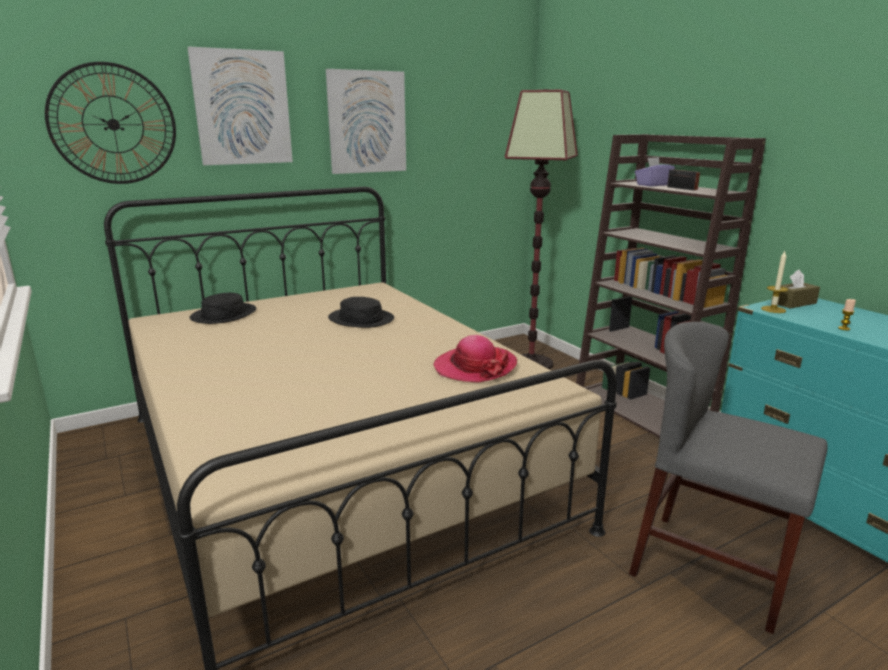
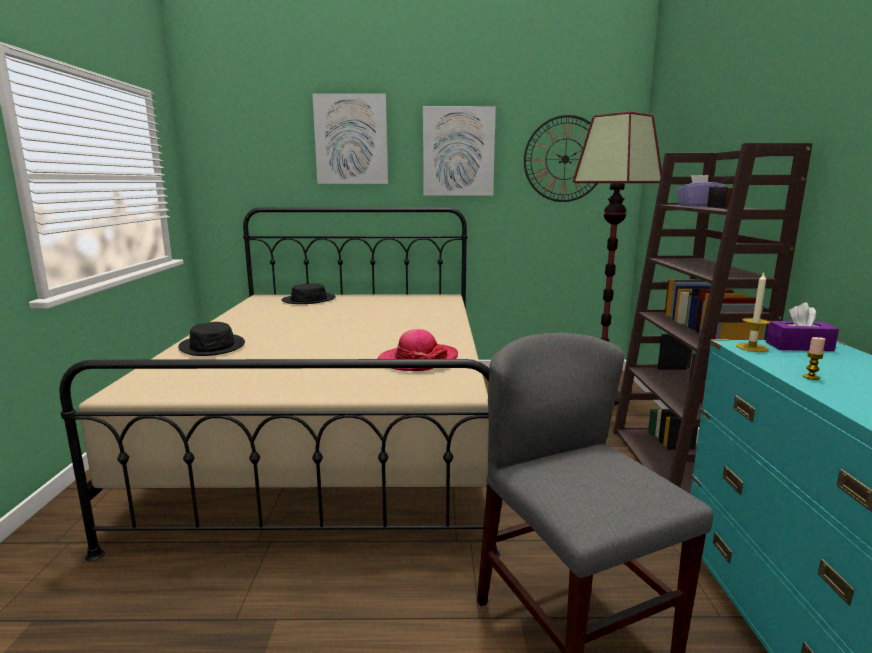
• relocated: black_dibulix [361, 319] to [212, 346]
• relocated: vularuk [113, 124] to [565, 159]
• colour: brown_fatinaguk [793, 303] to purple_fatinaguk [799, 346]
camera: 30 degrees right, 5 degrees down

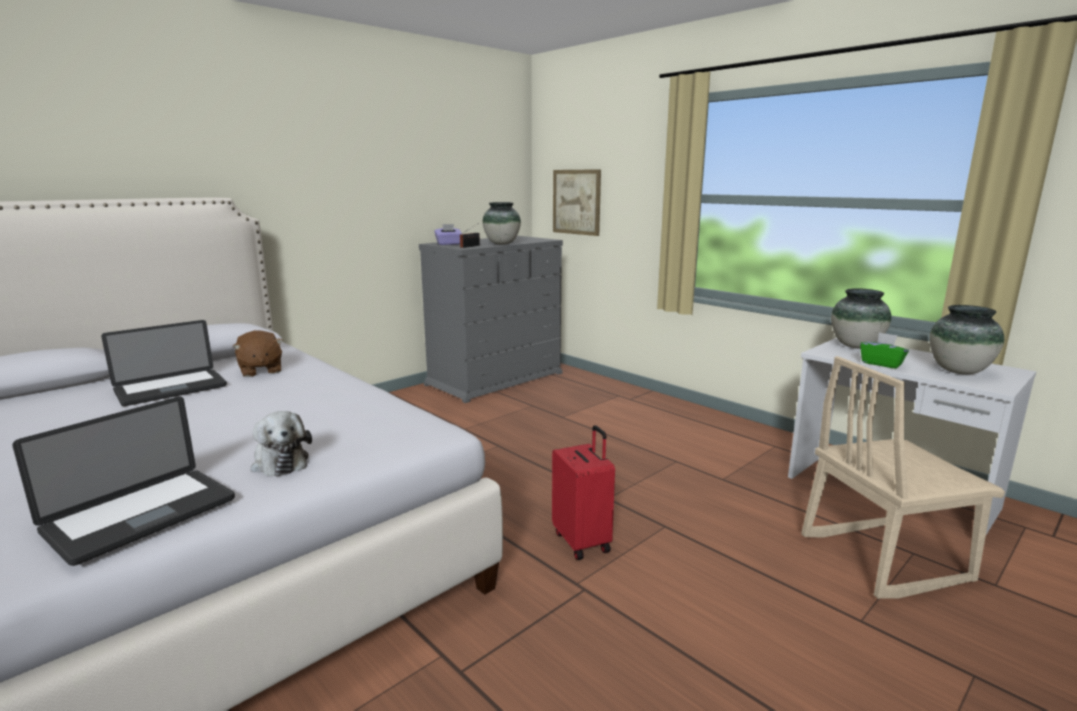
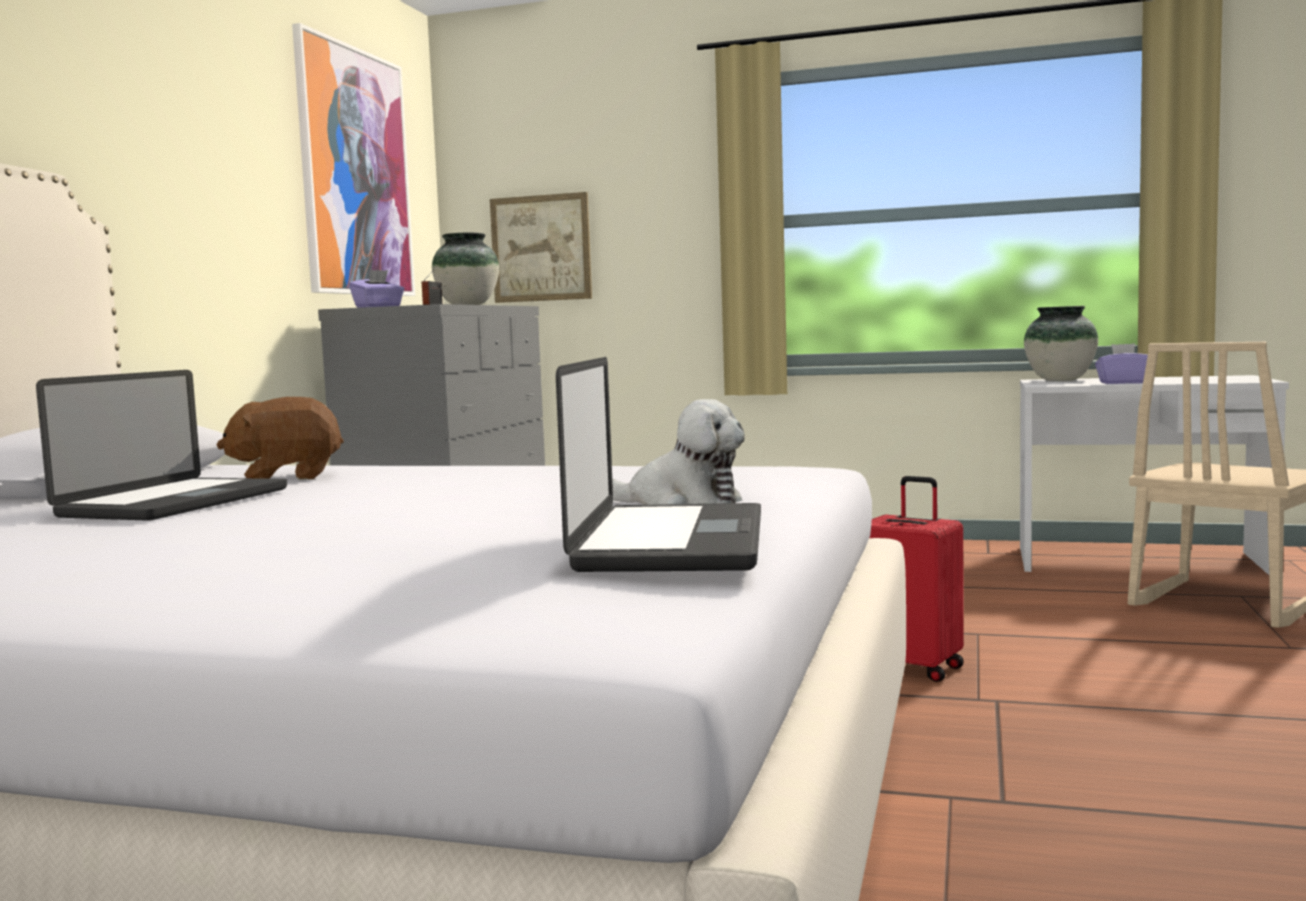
• spun: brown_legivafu [260, 370] = [286, 477] 135 degrees clockwise
• appeared: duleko [355, 172]
• colour: green_fatinaguk [881, 363] to purple_fatinaguk [1123, 383]
• missing: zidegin [958, 371]
camera: 30 degrees left, 10 degrees down

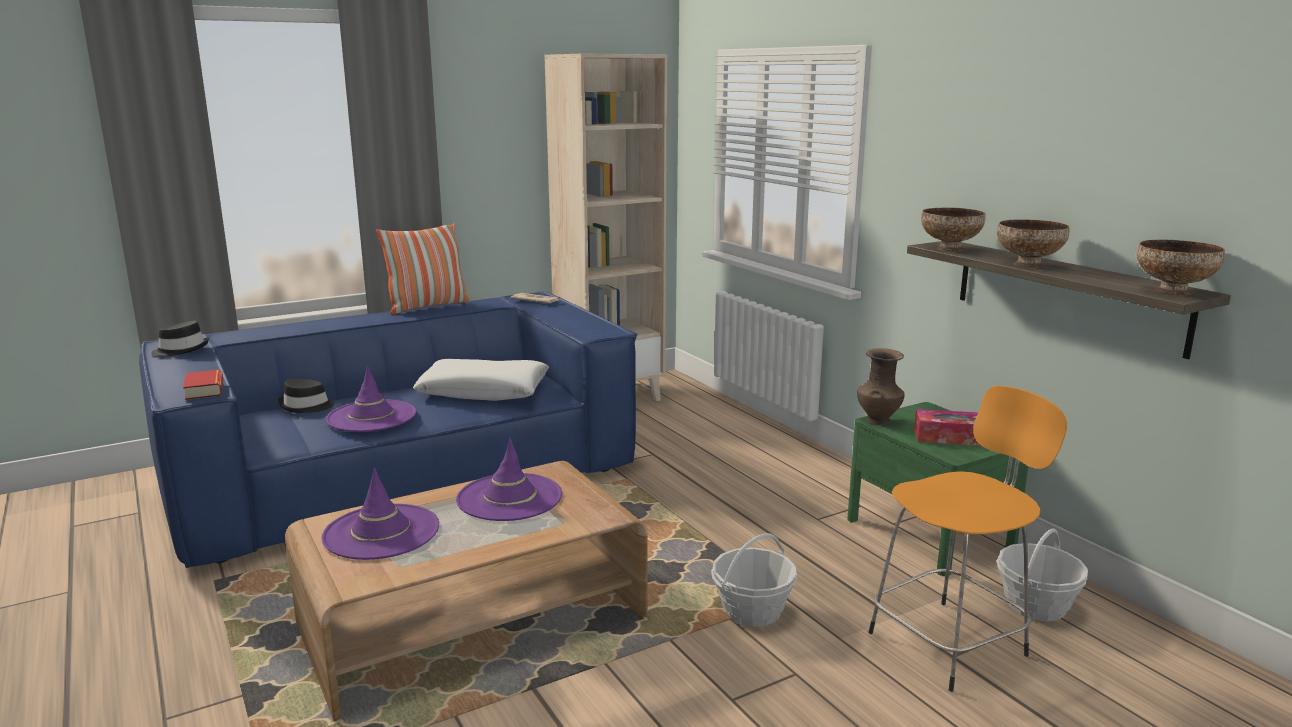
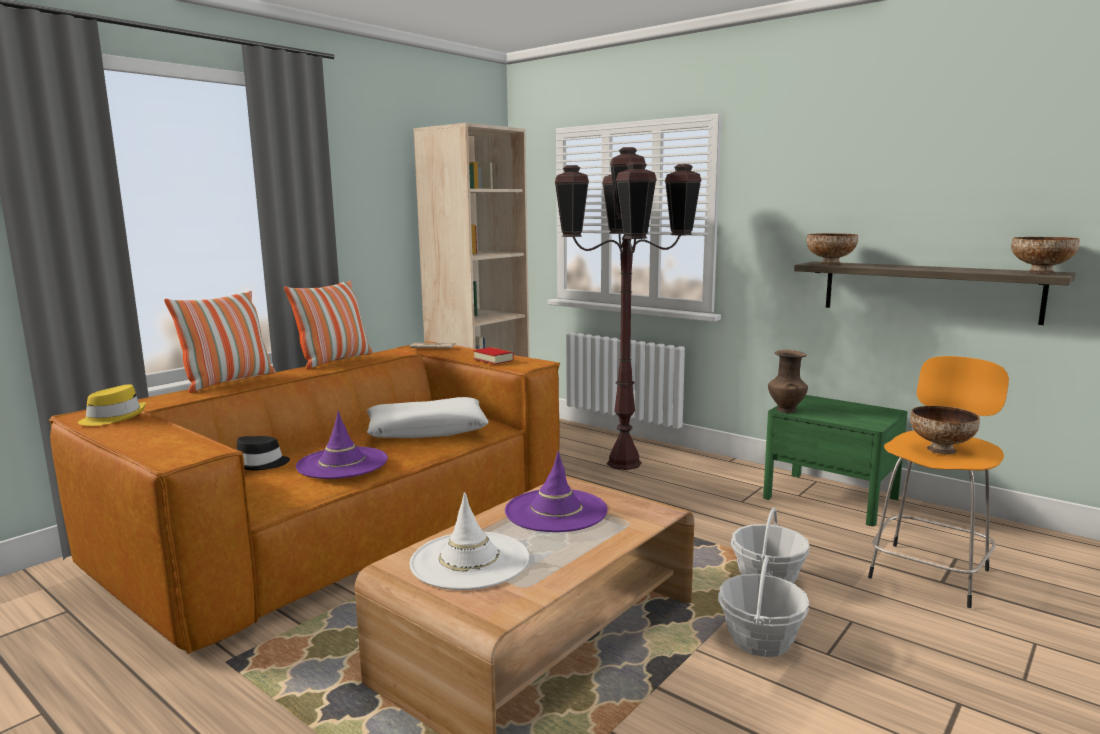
• colour: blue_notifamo [404, 475] to brown_notifamo [348, 525]
• colour: black_dibulix [182, 350] to yellow_dibulix [114, 417]
• appeared: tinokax [228, 382]
• colour: purple_dibulix [381, 532] to white_dibulix [469, 561]
• relocated: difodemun [204, 390] to [493, 360]
• appeared: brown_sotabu [624, 463]
• relocated: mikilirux [1036, 605] to [760, 640]
• relocated: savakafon [1029, 264] to [941, 449]
• missing: fatinaguk [949, 437]
camera: 20 degrees left, 5 degrees down

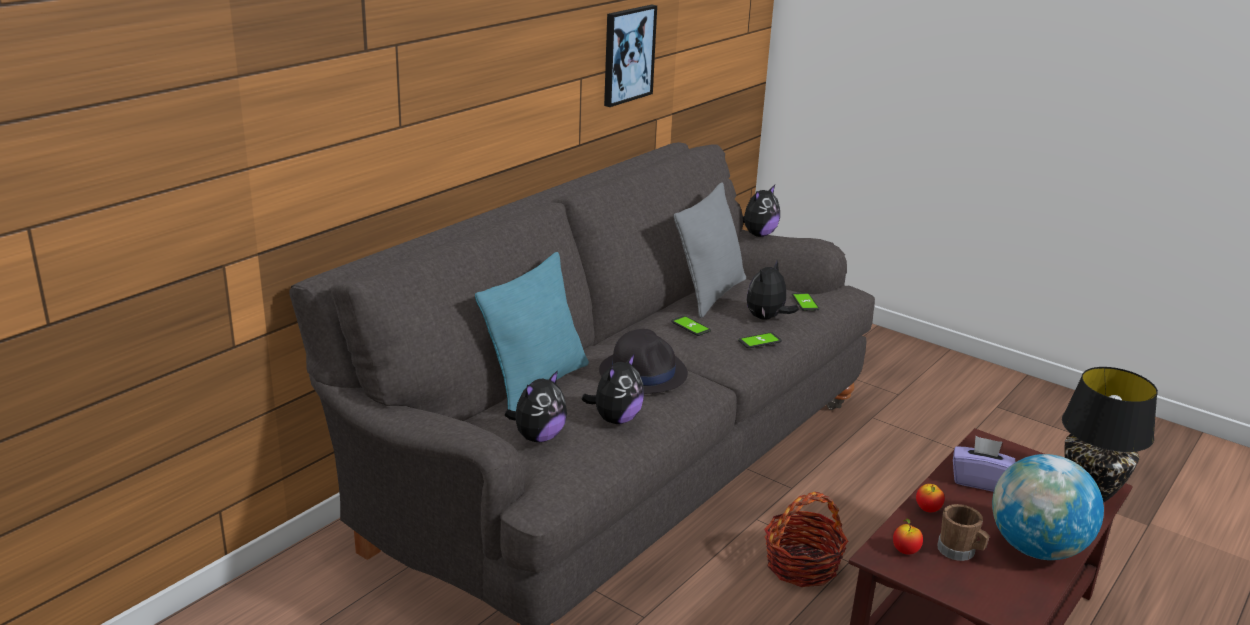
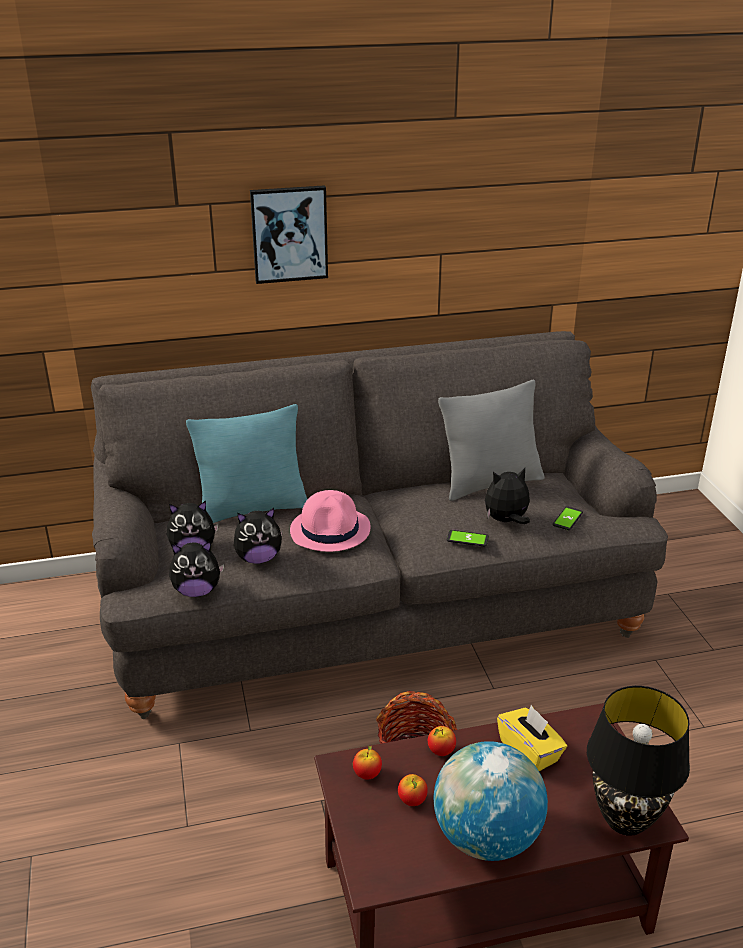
• relocated: legivafu [758, 234] to [197, 591]
• relocated: duleko [627, 54] to [289, 234]
• colour: black_dibulix [643, 373] to pink_dibulix [330, 530]
• exchanged: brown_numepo [960, 552] to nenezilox [412, 801]
• colour: purple_fatinaguk [979, 481] to yellow_fatinaguk [529, 752]
• missing: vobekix [690, 326]
camera: 40 degrees right, 5 degrees up

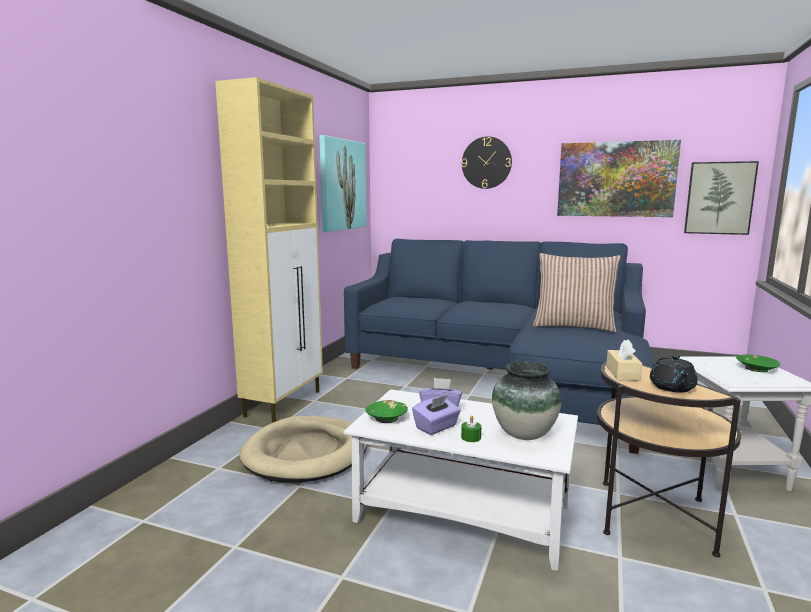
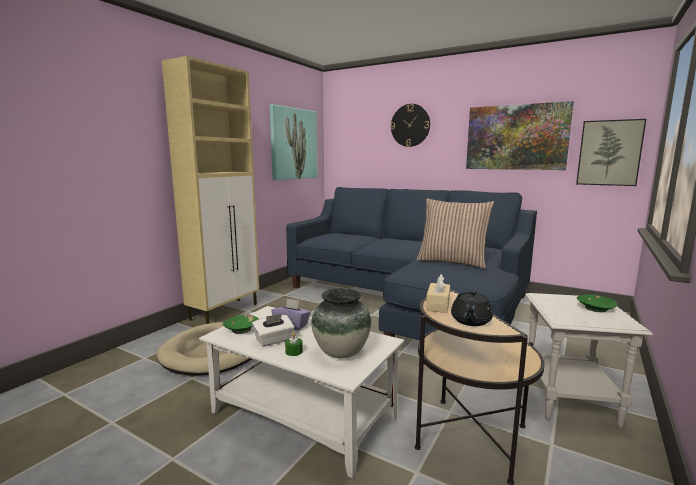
• colour: purple_fatinaguk [436, 427] to white_fatinaguk [274, 340]
camera: 10 degrees right, 0 degrees up

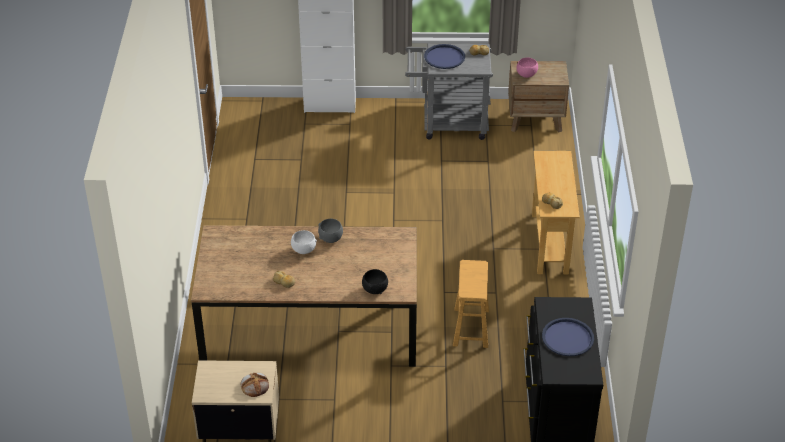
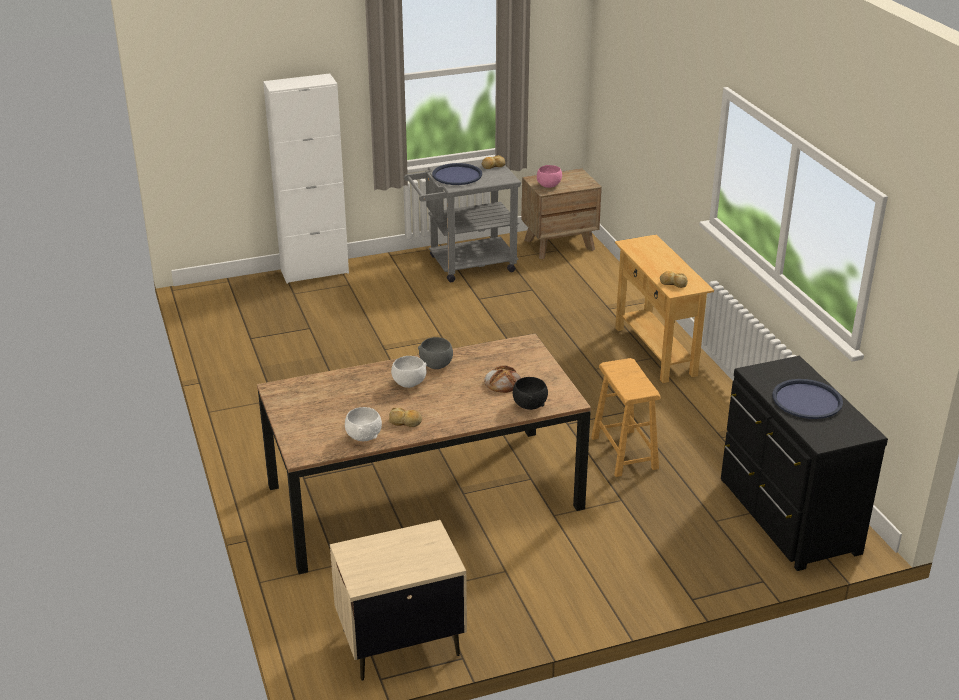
• appeared: white_savakafon [364, 436]
• relocated: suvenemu [255, 386] to [502, 382]
camera: 20 degrees left, 10 degrees down

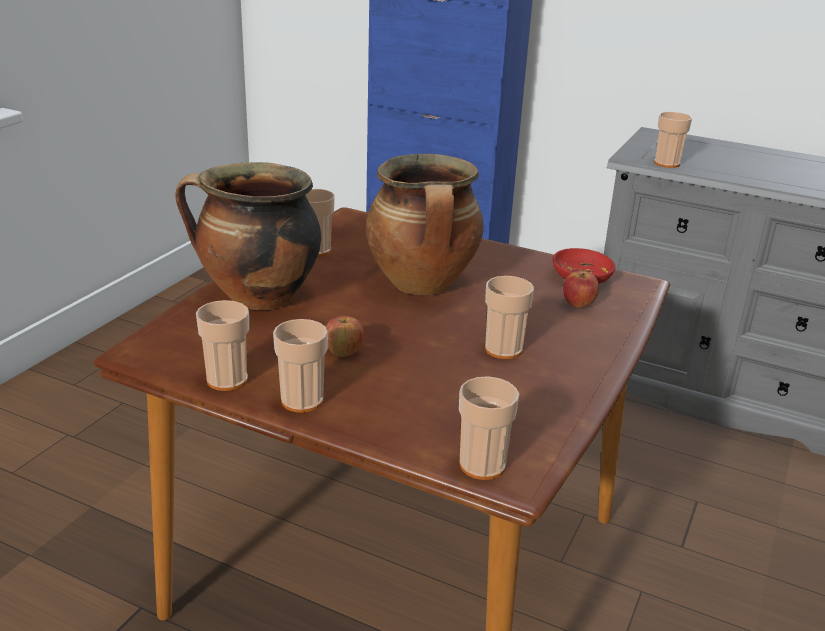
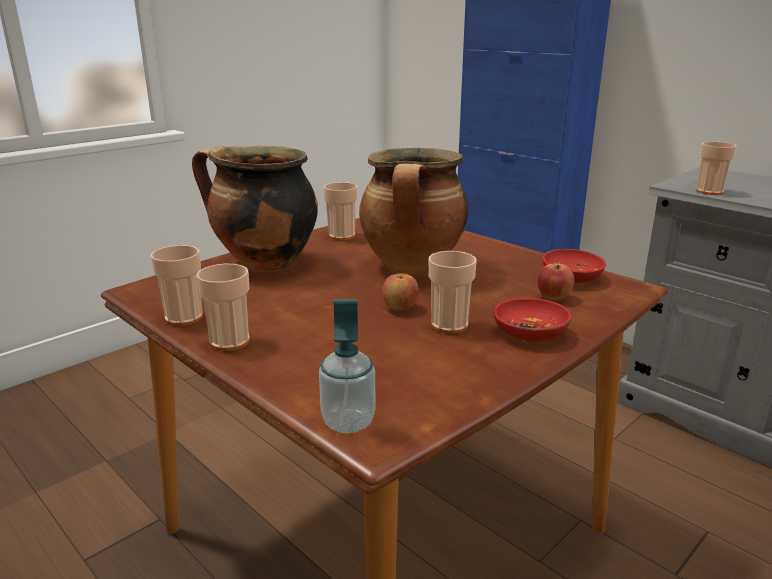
• exchanged: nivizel [482, 465] to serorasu [348, 422]
• relocated: nenezilox [343, 352] to [400, 308]
• appeared: red_savakafon [530, 333]
camera: 20 degrees right, 5 degrees down

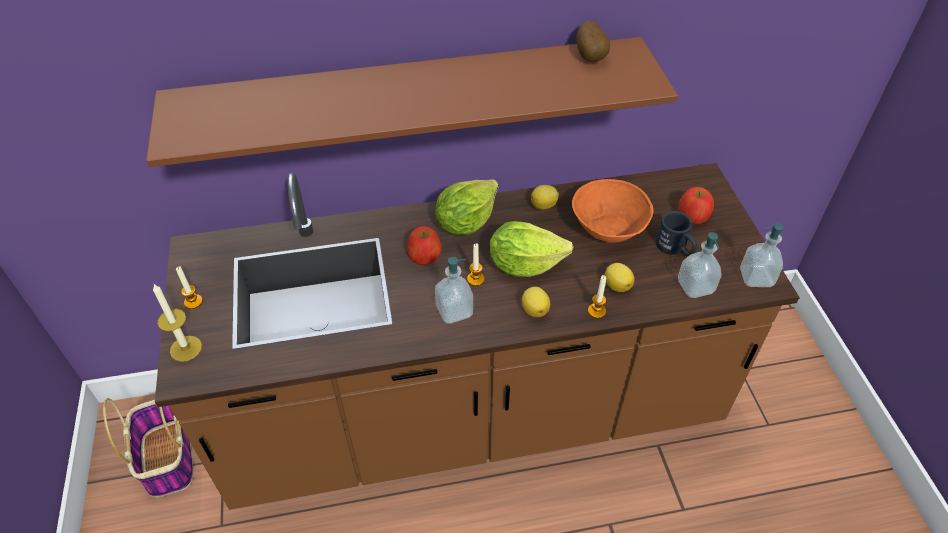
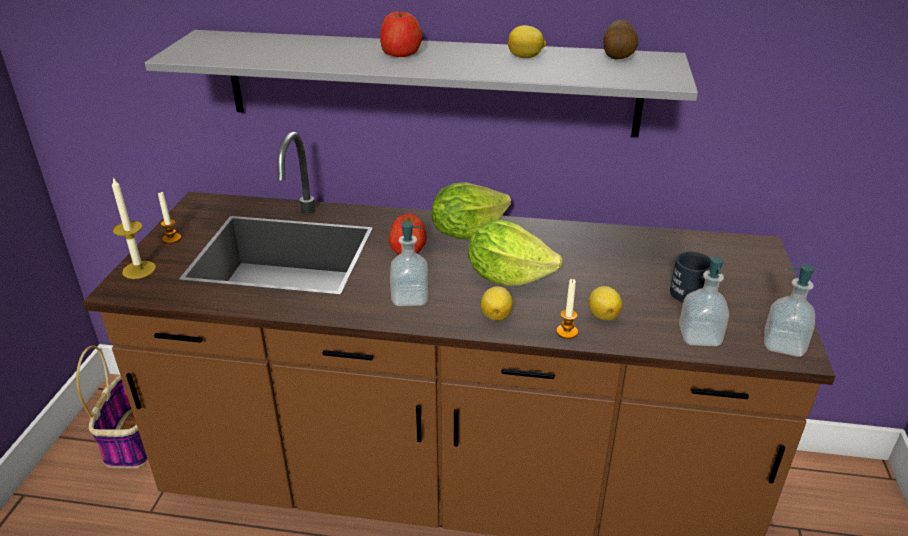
• colour: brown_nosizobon [411, 97] to grey_nosizobon [430, 83]
• relocated: nenezilox [693, 215] to [401, 53]
• relocated: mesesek [544, 206] to [526, 57]
• missing: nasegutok [475, 279]
• missing: orange_savakafon [609, 228]
camera: 20 degrees right, 15 degrees down

